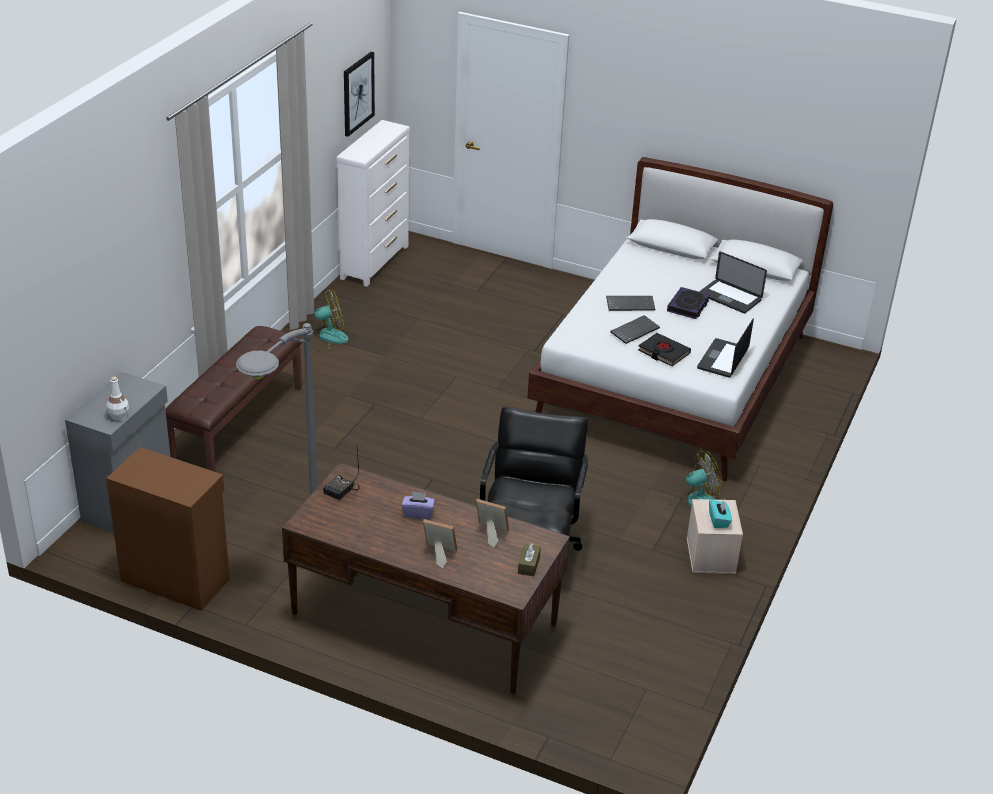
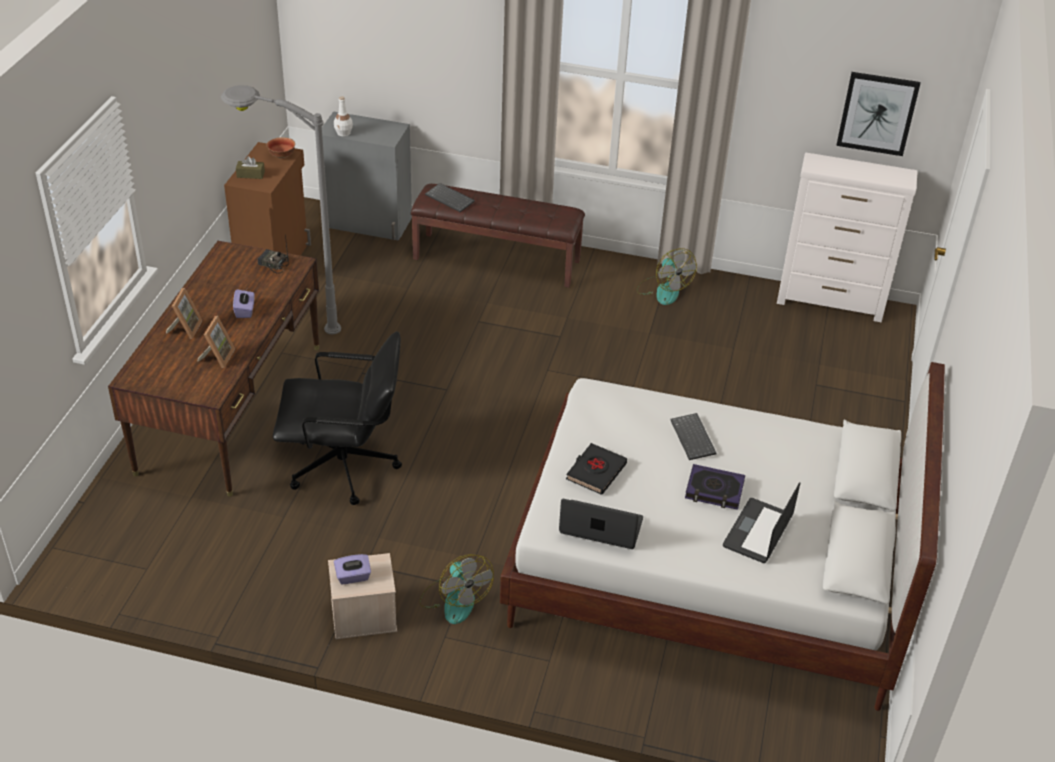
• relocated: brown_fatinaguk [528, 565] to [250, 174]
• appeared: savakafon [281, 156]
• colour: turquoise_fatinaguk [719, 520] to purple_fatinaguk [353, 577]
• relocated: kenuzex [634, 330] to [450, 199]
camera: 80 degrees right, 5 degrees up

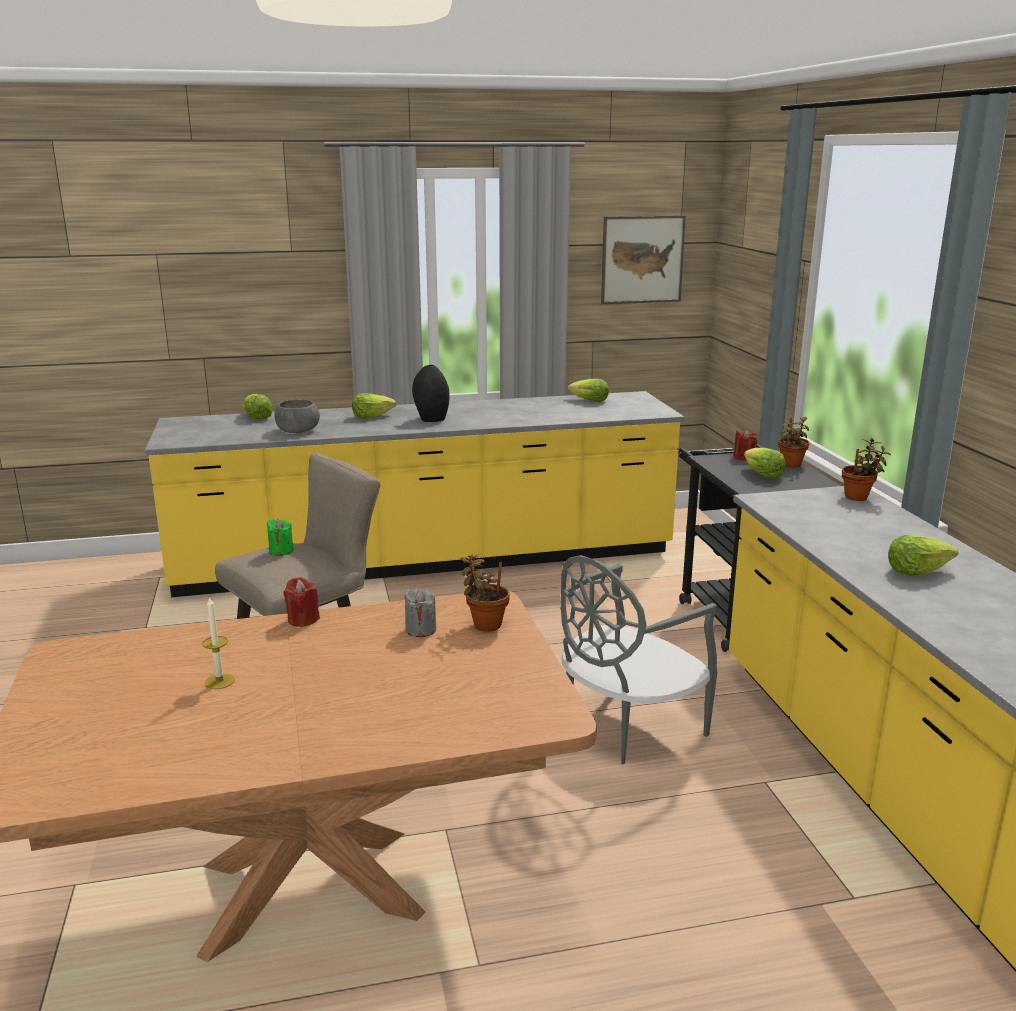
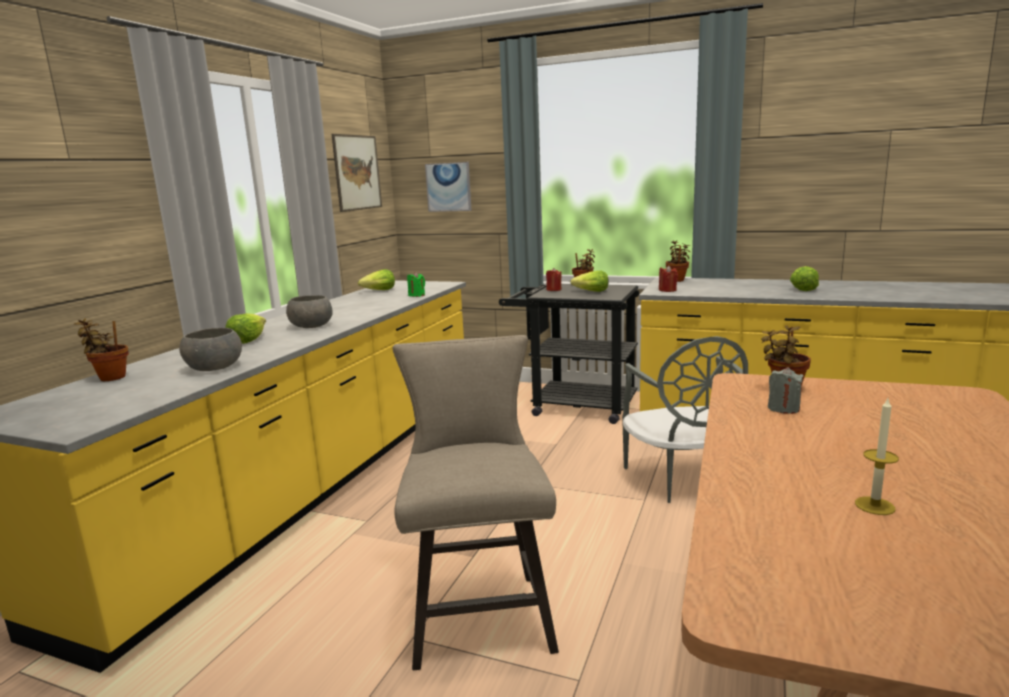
• exchanged: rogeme [256, 417] to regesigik [110, 377]
• exchanged: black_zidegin [432, 419] to grey_savakafon [312, 326]
• relocated: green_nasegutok [281, 551] to [417, 295]
• appeared: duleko [448, 187]
• relocated: red_nasegutok [303, 619] to [667, 290]
camera: 55 degrees left, 5 degrees down

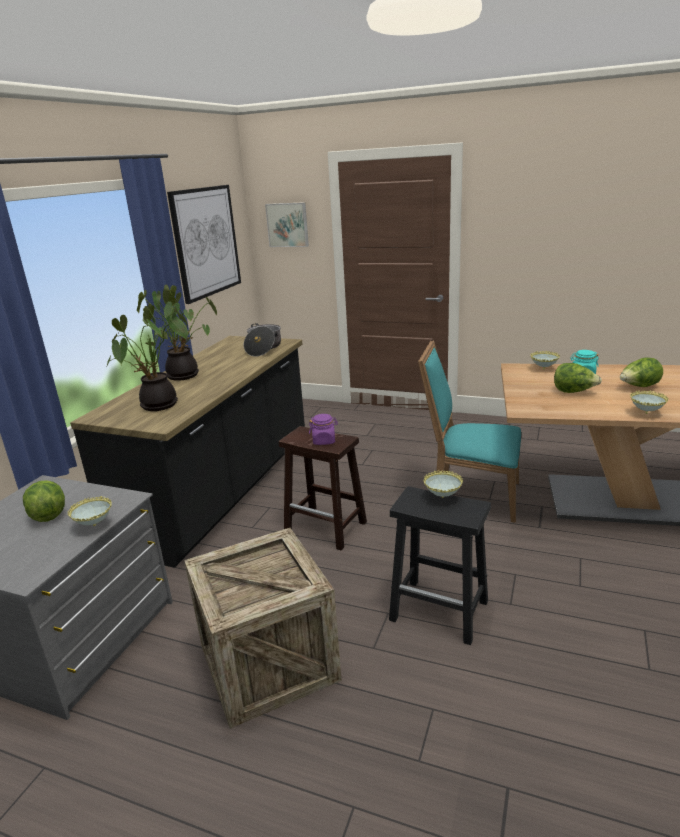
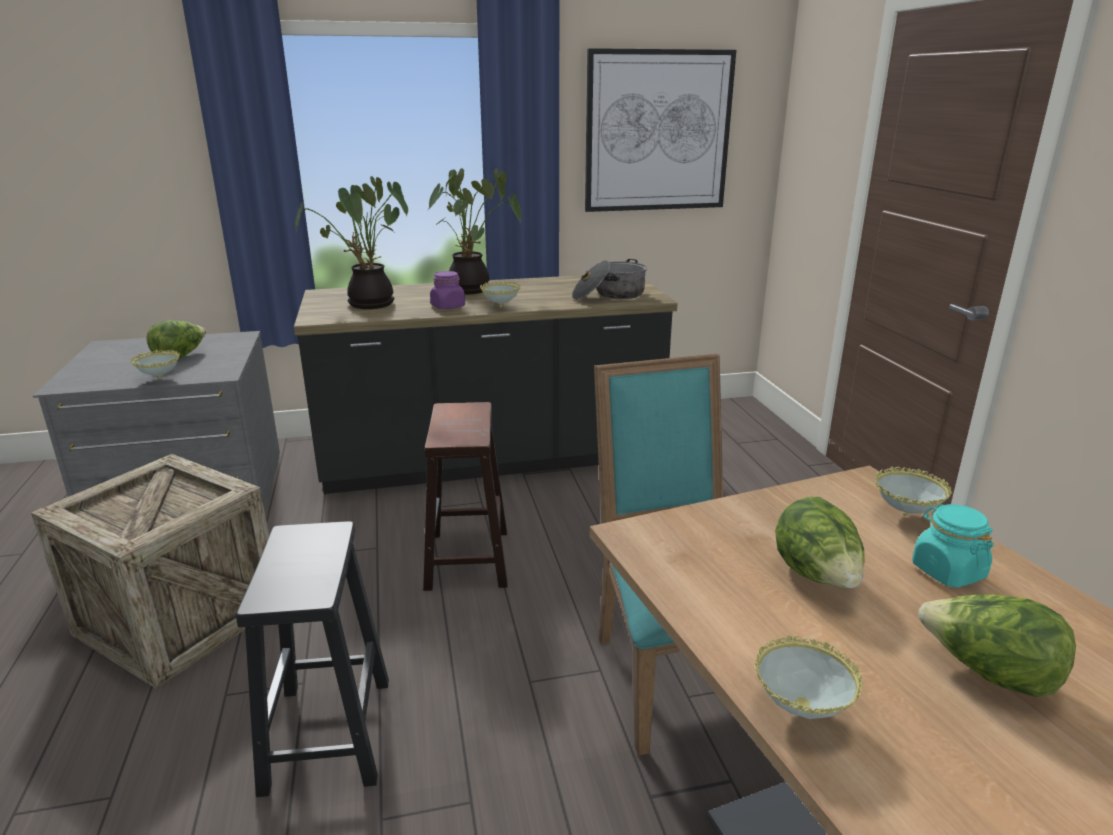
• relocated: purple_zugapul [324, 441] to [448, 306]
• relocated: savakafon [442, 498] to [500, 307]
• missing: duleko [288, 224]
camera: 55 degrees right, 0 degrees up

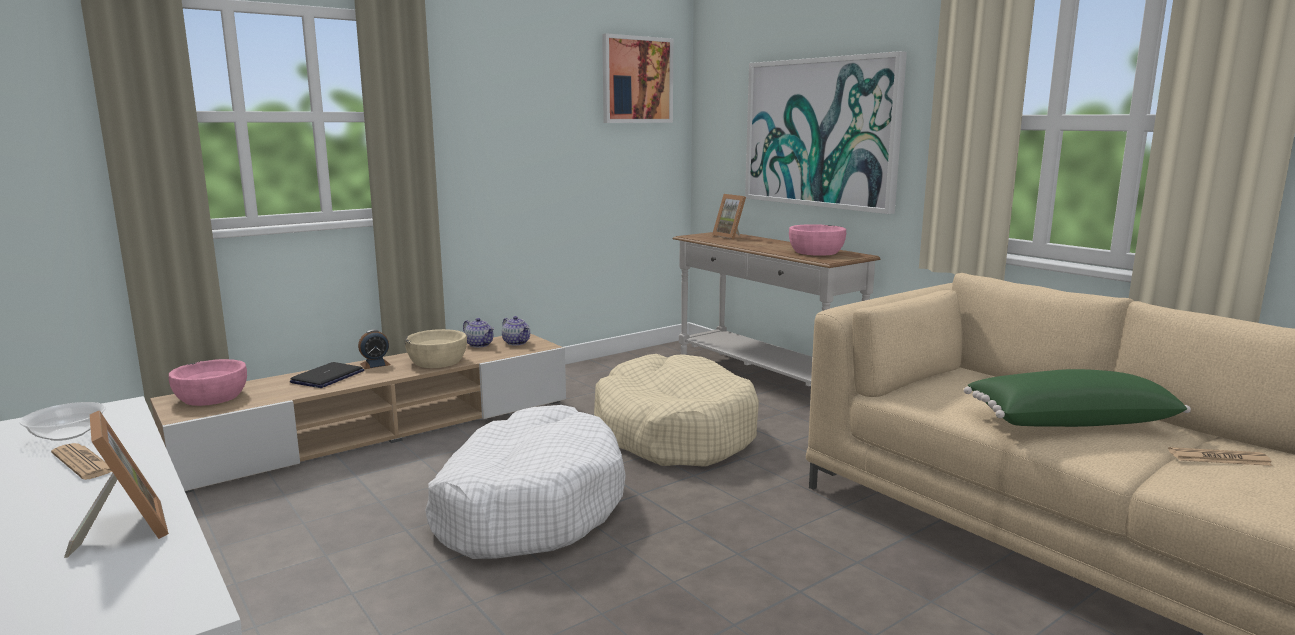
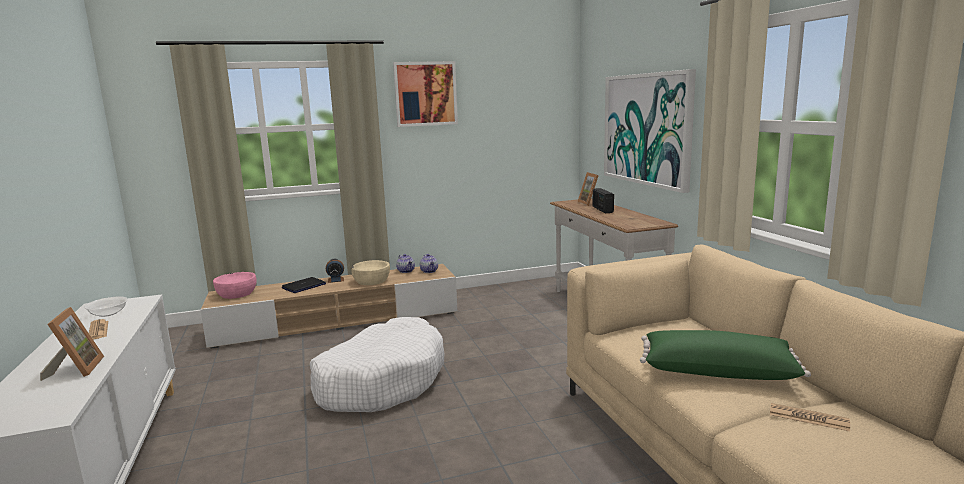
• relocated: duleko [637, 80] to [425, 94]
• appeared: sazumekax [602, 209]
• missing: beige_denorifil [674, 432]
• missing: pink_savakafon [816, 252]
camera: 20 degrees right, 0 degrees up

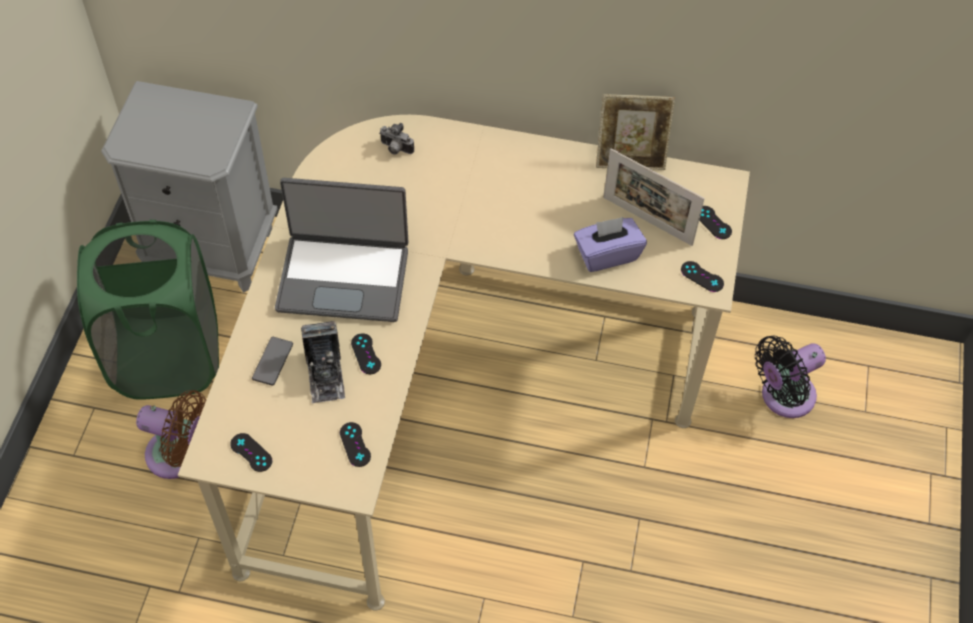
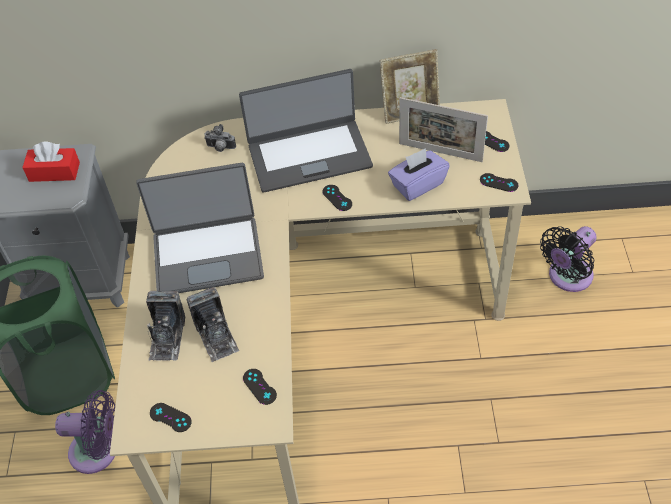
• appeared: red_fatinaguk [54, 172]
• colour: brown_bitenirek [180, 455] to purple_bitenirek [98, 451]
• exchanged: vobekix [272, 361] to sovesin [167, 337]
• appeared: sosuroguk [309, 155]
• relocated: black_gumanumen [366, 354] to [337, 198]
camera: 10 degrees left, 5 degrees down

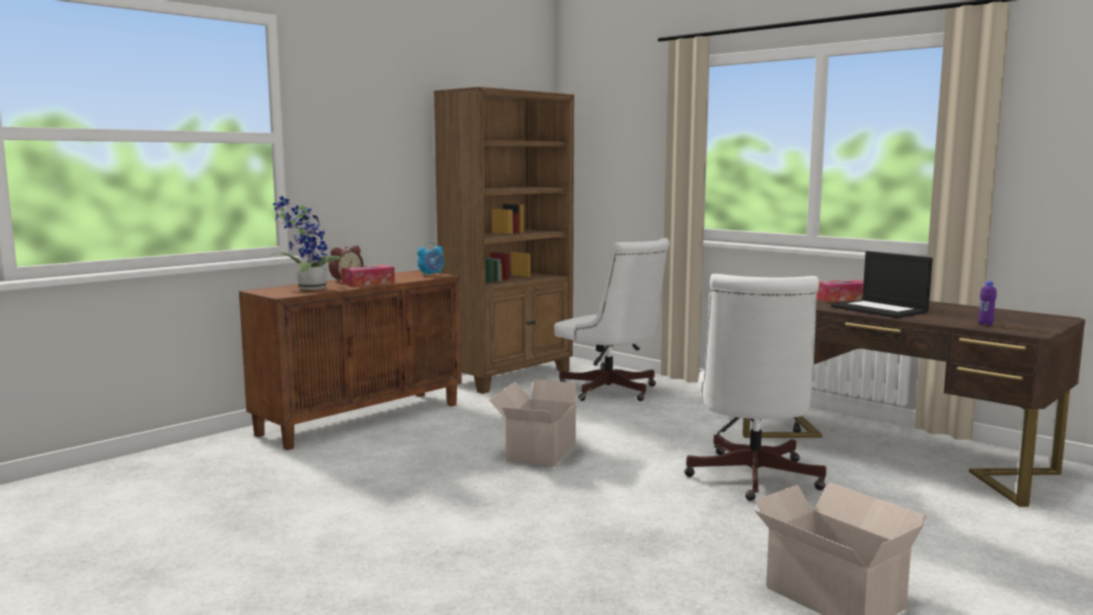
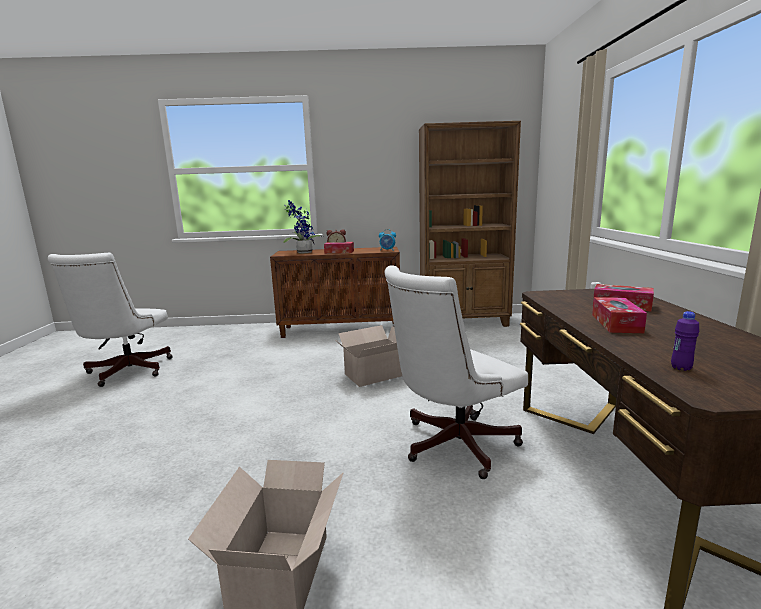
• relocated: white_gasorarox [612, 392] to [125, 372]
• exchanged: sosuroguk [880, 310] to fatinaguk [616, 323]
camera: 45 degrees right, 5 degrees up

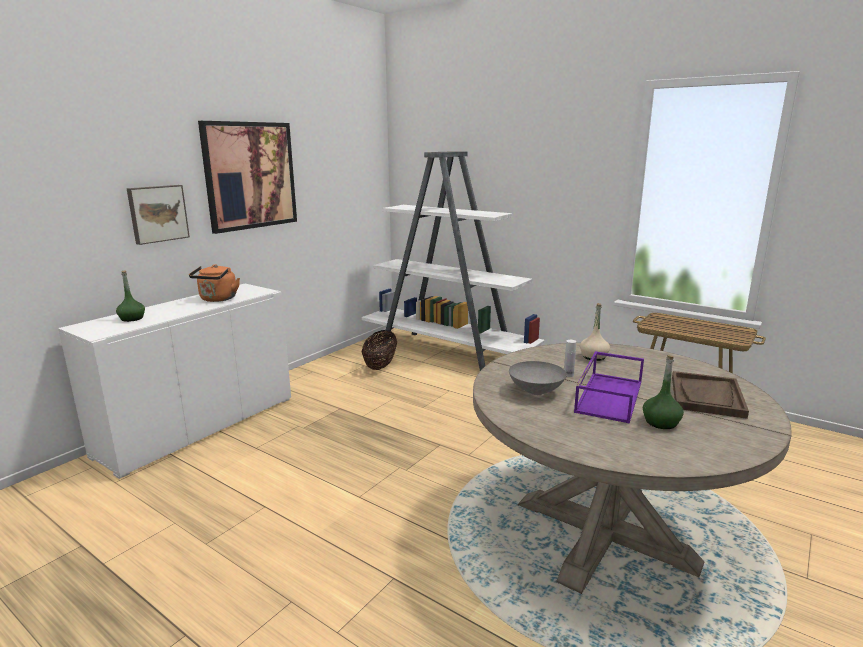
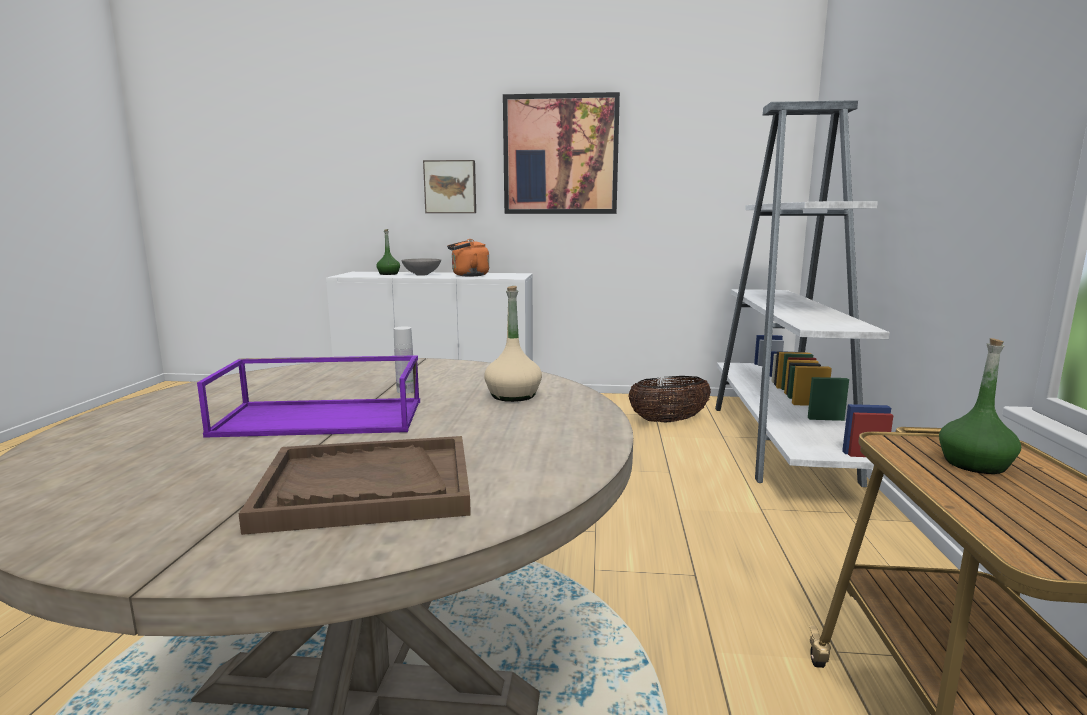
• relocated: grey_savakafon [535, 391] to [422, 274]
• relocated: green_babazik [661, 422] to [975, 464]
camera: 60 degrees right, 5 degrees down

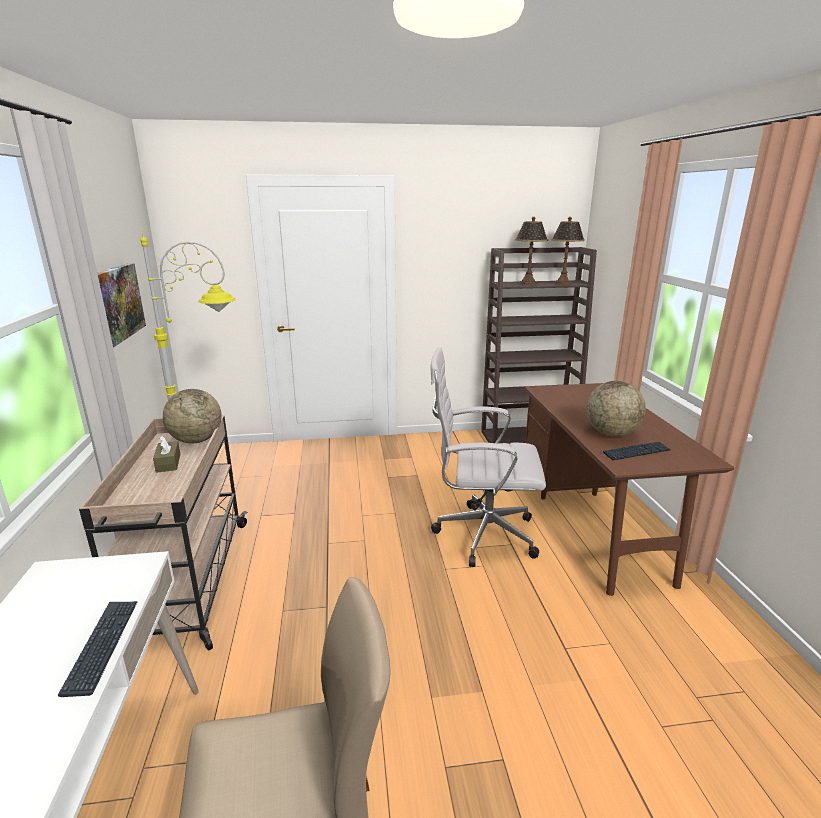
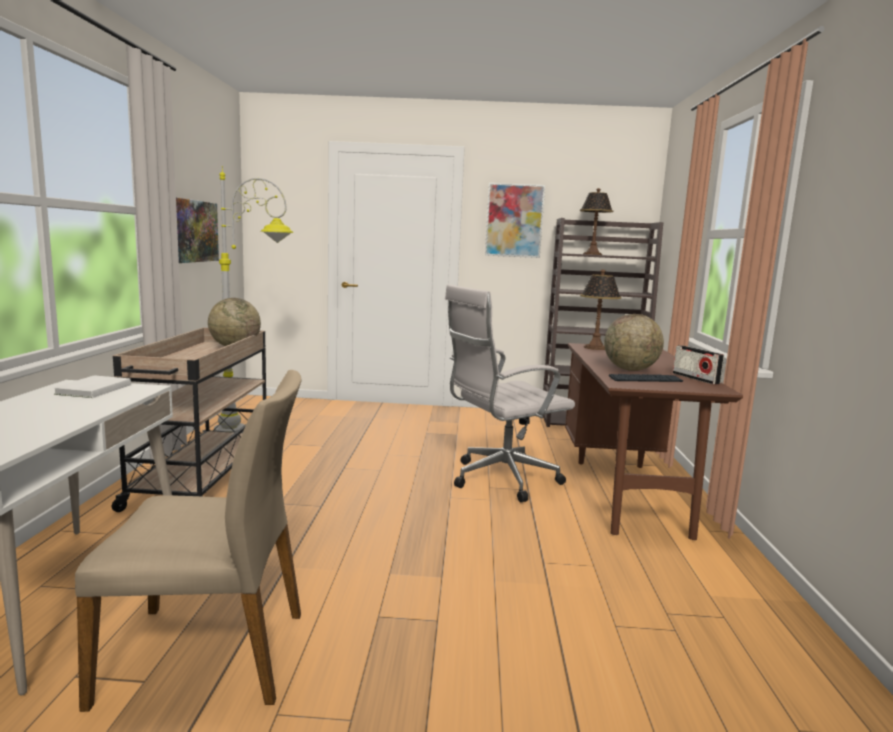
• appeared: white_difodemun [91, 390]
• spun: white_gasorarox [481, 534] = [499, 479] 45 degrees counterclockwise
• appeared: duleko [514, 220]
• relocated: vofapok [563, 283] to [595, 348]
• appeared: sazumekax [695, 378]
• missing: kenuzex [102, 646]
• missing: brown_fatinaguk [168, 463]
camera: 10 degrees right, 10 degrees down

